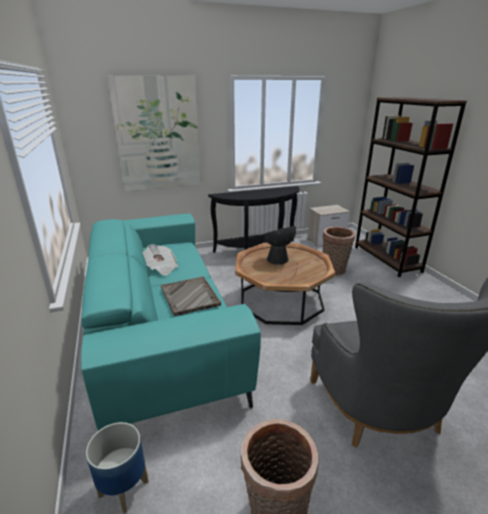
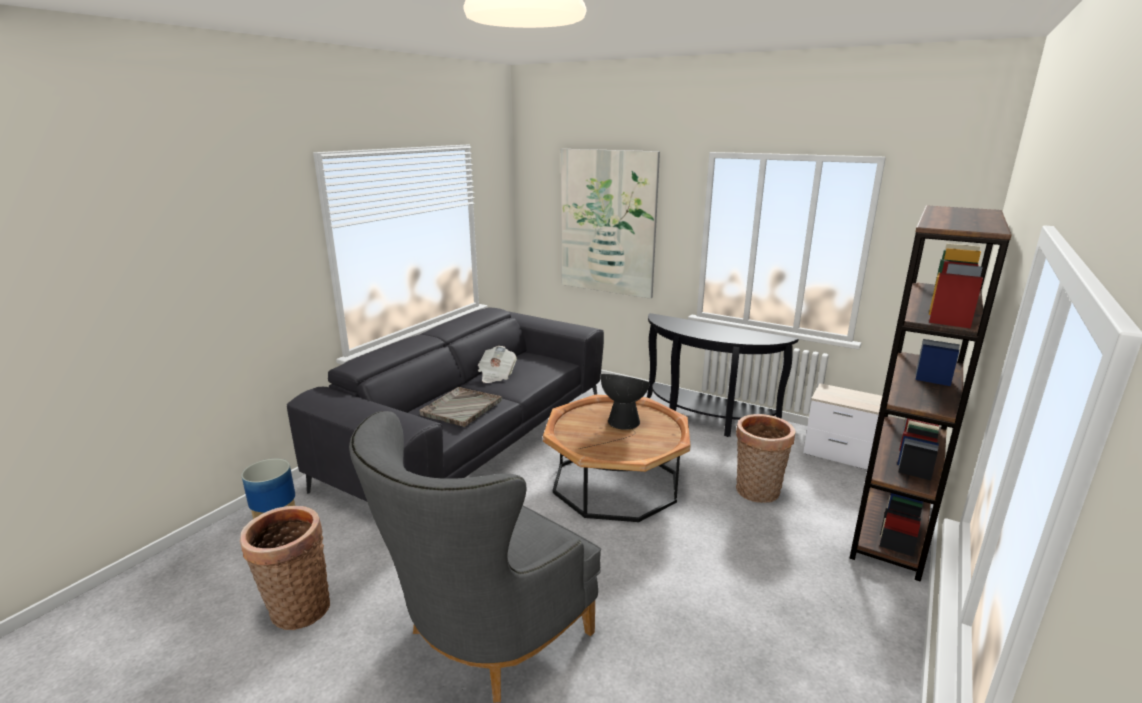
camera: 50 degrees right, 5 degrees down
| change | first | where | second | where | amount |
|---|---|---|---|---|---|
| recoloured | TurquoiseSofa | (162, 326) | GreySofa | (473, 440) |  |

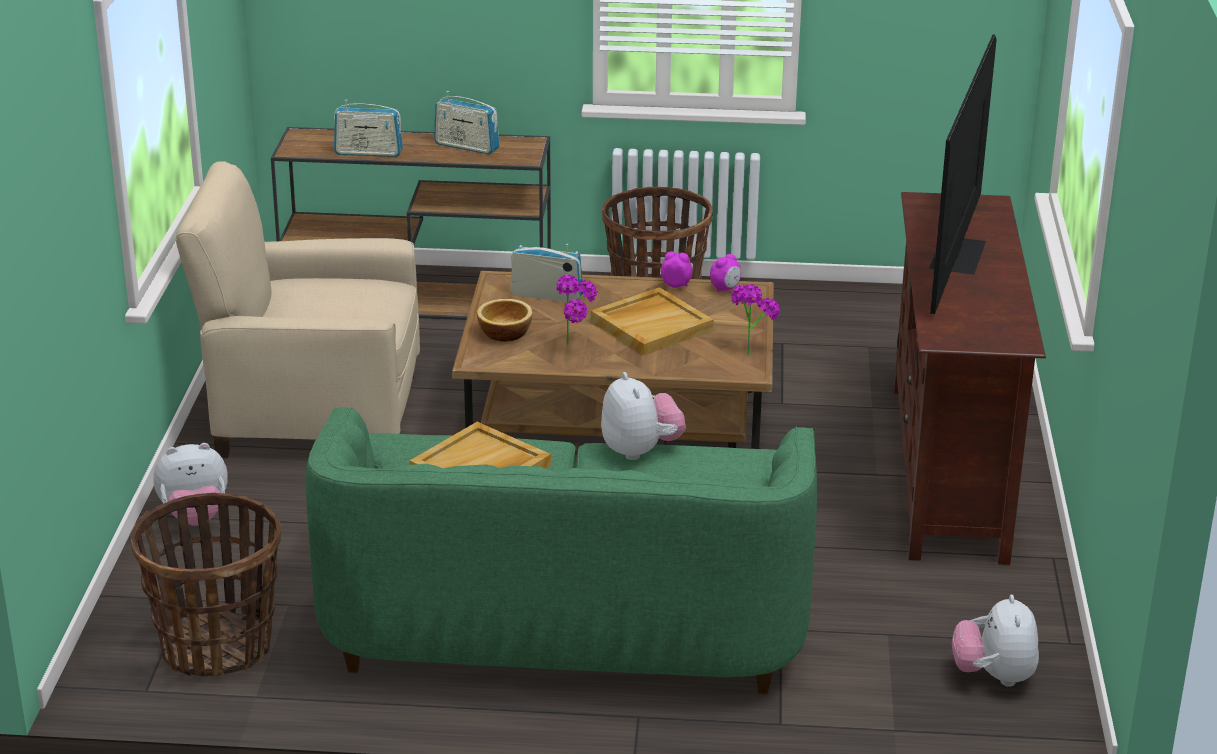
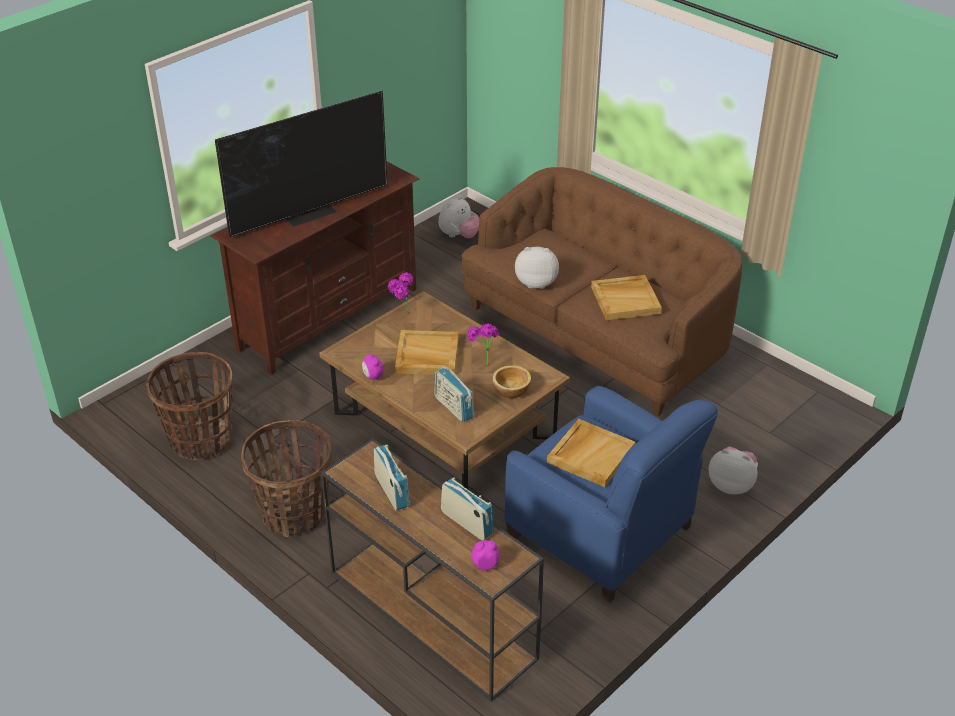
camera: 140 degrees left, 10 degrees up
| change | first | where | second | where | amount |
|---|---|---|---|---|---|
| added |  |  | BeigeTray | (590, 454) |  |
| moved | Basket | (217, 648) |  | (200, 440) |  |
| moved | AlarmClock | (725, 289) |  | (485, 564) |  |
| recoloured | BeigeArmchair | (315, 414) | BlueArmchair | (601, 533) |  |
| recoloured | GreenSofa | (565, 620) | BrownSofa | (597, 334) |  |
| turned | PlushToy | (640, 451) |  | (536, 282) | 75 degrees clockwise |

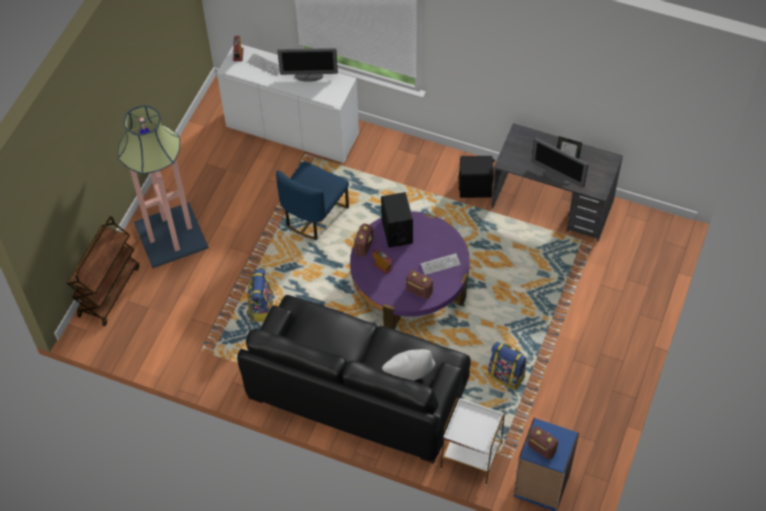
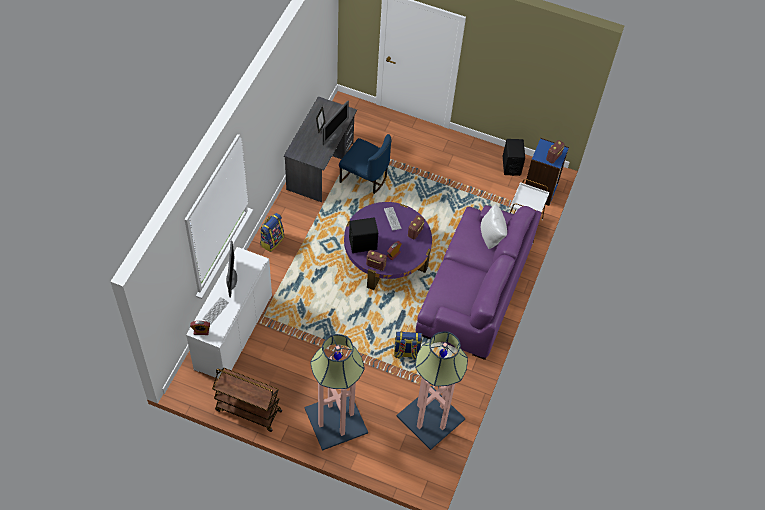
camera: 95 degrees left, 0 degrees up
| change | first | where | second | where | amount |
|---|---|---|---|---|---|
| added |  |  | FloorLamp | (430, 417) |  |
| moved | BrownCart | (109, 291) |  | (248, 410) |  |
| moved | BlueChair | (314, 215) |  | (364, 178) |  |
| moved | BlackSpeaker | (475, 188) |  | (511, 166) |  |
| moved | Backpack | (507, 375) |  | (272, 240) |  |
| recoloured | BlackSofa | (358, 389) | PurpleSofa | (474, 290) |  |

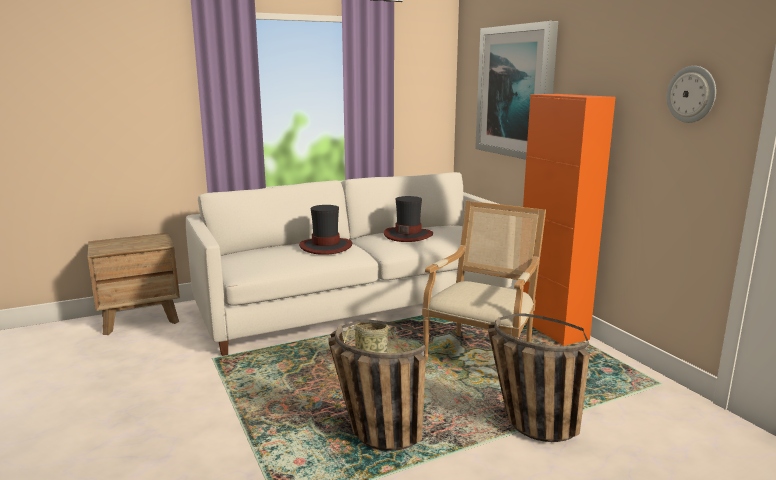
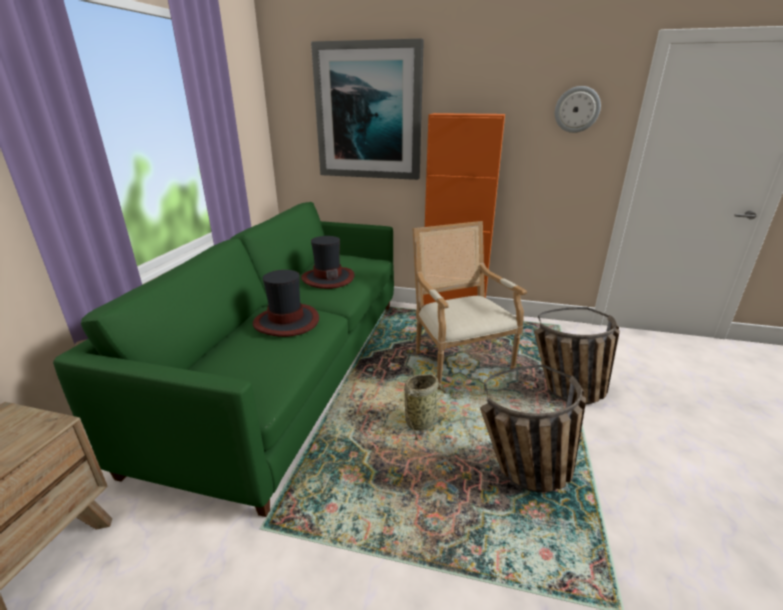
camera: 50 degrees left, 10 degrees up
| change | first | where | second | where | amount |
|---|---|---|---|---|---|
| recoloured | WhiteSofa | (356, 304) | GreenSofa | (291, 369) |  |

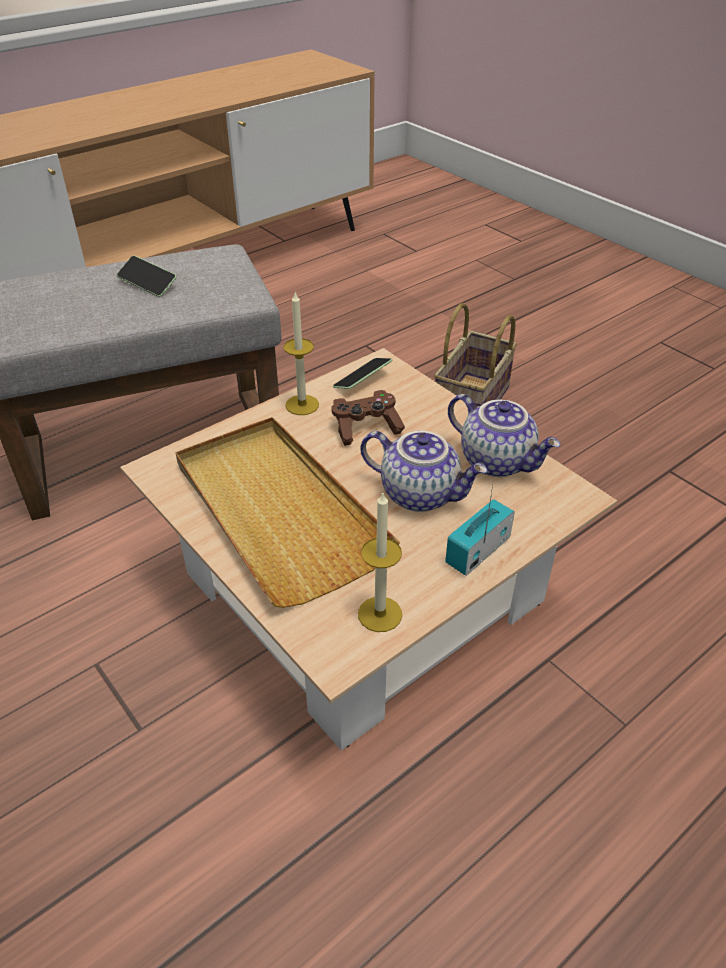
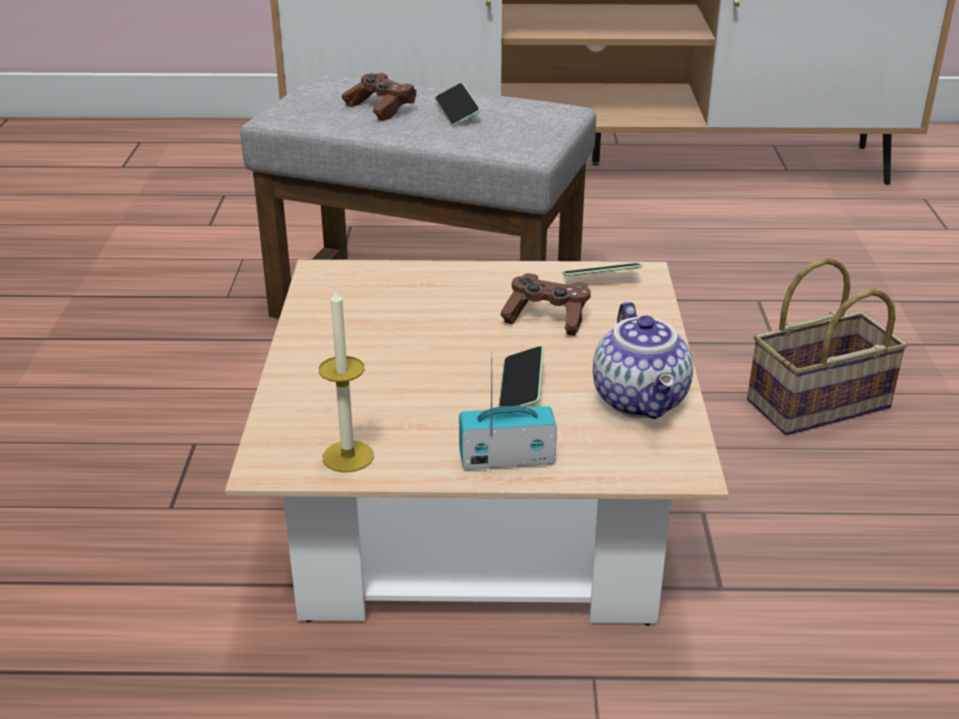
camera: 40 degrees right, 10 degrees down
| change | first | where | second | where | amount |
|---|---|---|---|---|---|
| removed | BeigeTray | (277, 511) |  |  |  |
| removed | Candle | (302, 405) |  |  |  |
| added |  |  | BrownGameController | (380, 108) |  |
| replaced | Teapot | (421, 493) | Phone | (521, 390) |  |

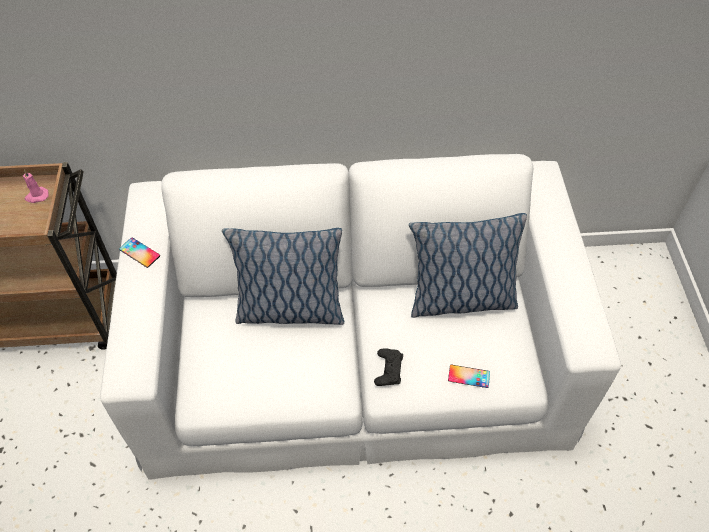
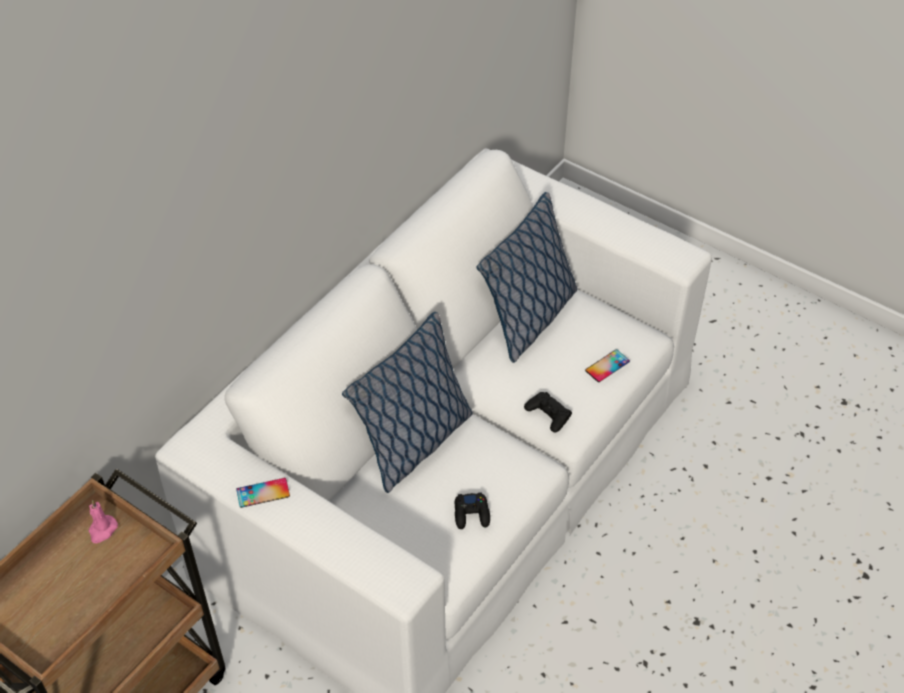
camera: 50 degrees left, 5 degrees down
| change | first | where | second | where | amount |
|---|---|---|---|---|---|
| added |  |  | BlackGameController | (472, 514) |  |

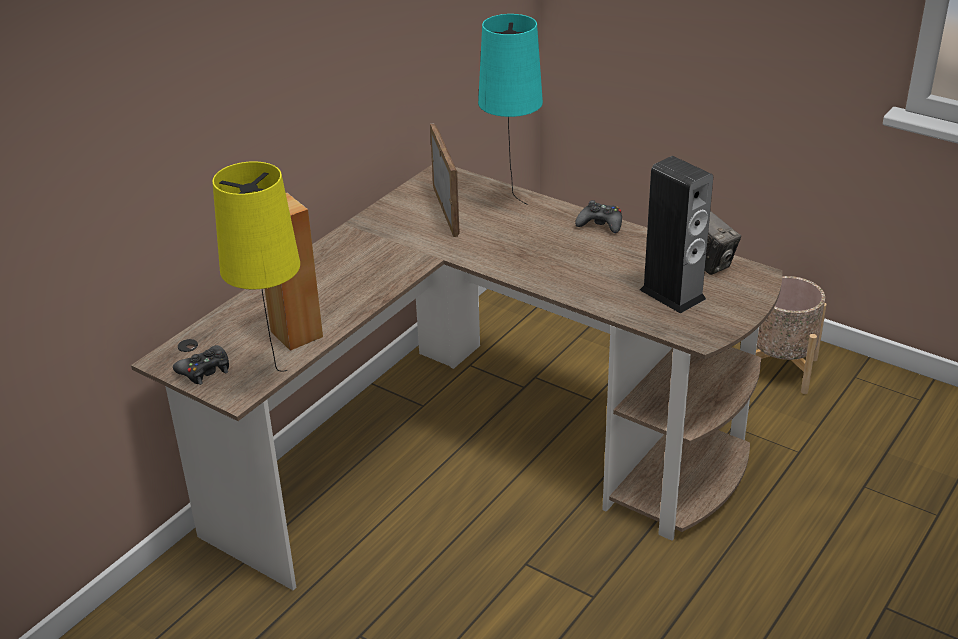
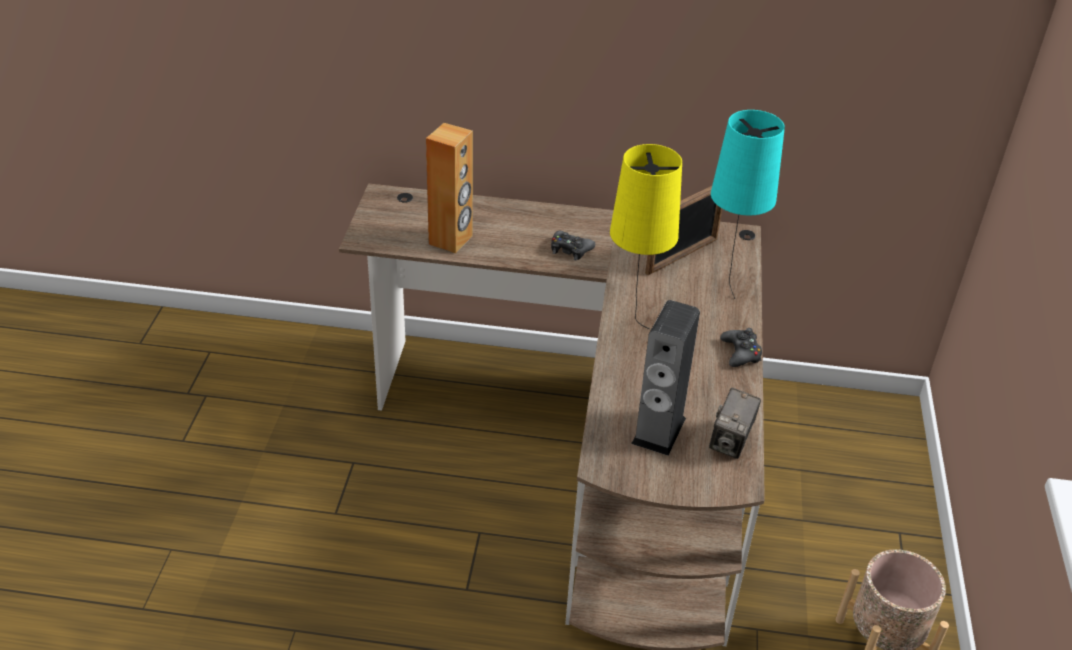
camera: 60 degrees right, 5 degrees up
| change | first | where | second | where | amount |
|---|---|---|---|---|---|
| moved | BlackGameController | (205, 371) |  | (570, 250) |  |
| moved | YellowTableLamp | (277, 382) |  | (632, 329) |  |

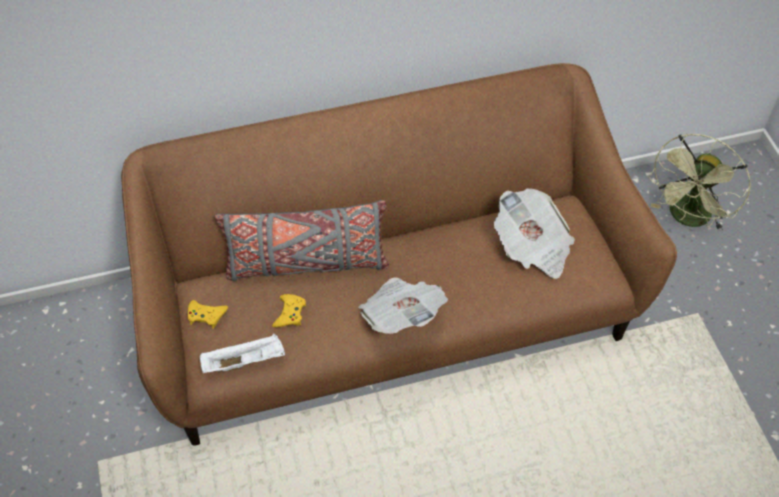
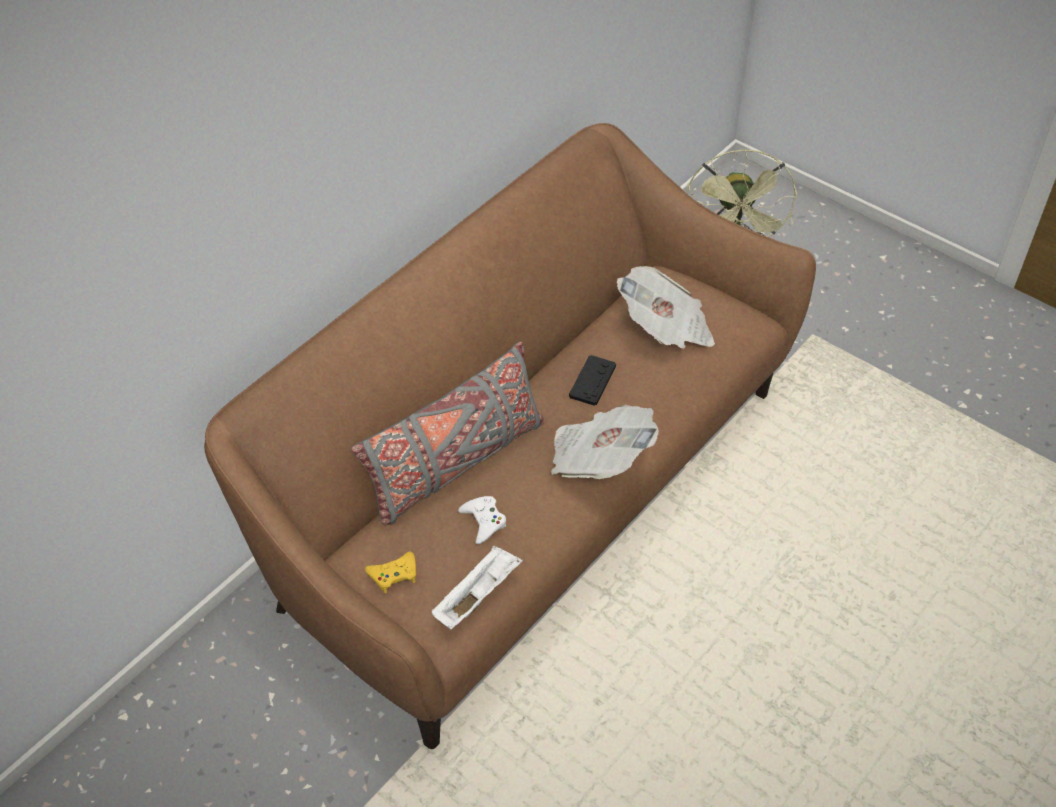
camera: 35 degrees left, 5 degrees down
| change | first | where | second | where | amount |
|---|---|---|---|---|---|
| added |  |  | BlackGameController | (592, 381) |  |
| recoloured | YellowGameController | (290, 313) | WhiteGameController | (483, 521) |  |

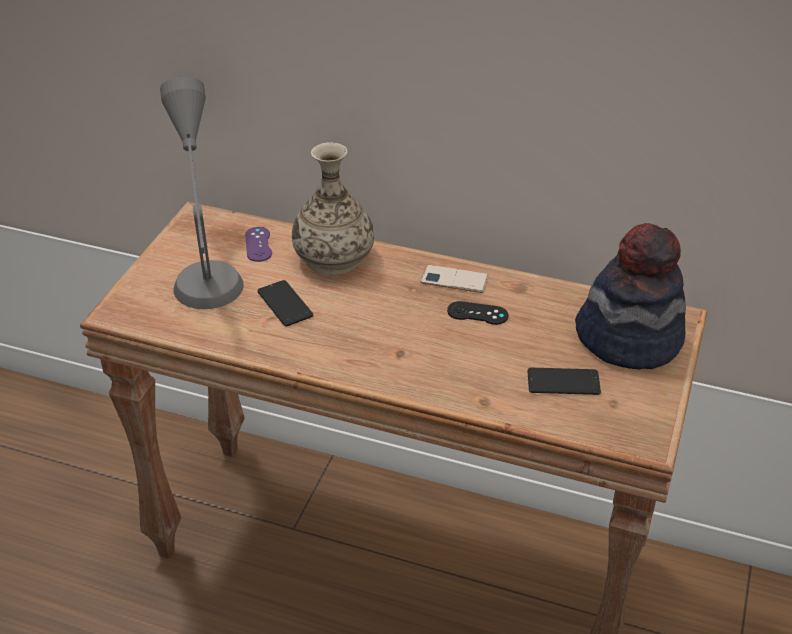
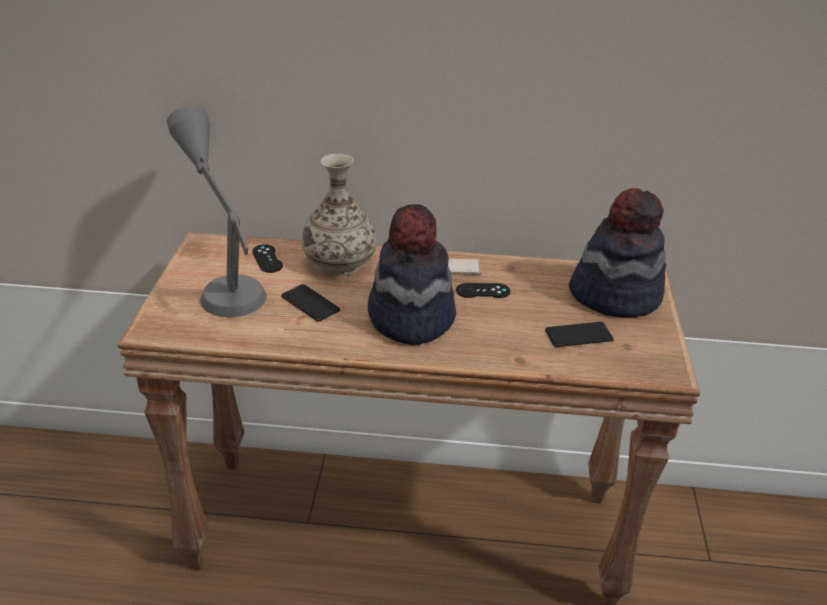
camera: 15 degrees left, 5 degrees down
| change | first | where | second | where | amount |
|---|---|---|---|---|---|
| added |  |  | Hat | (410, 317) |  |
| recoloured | PurpleGameController | (258, 244) | BlackGameController | (267, 259) |  |

